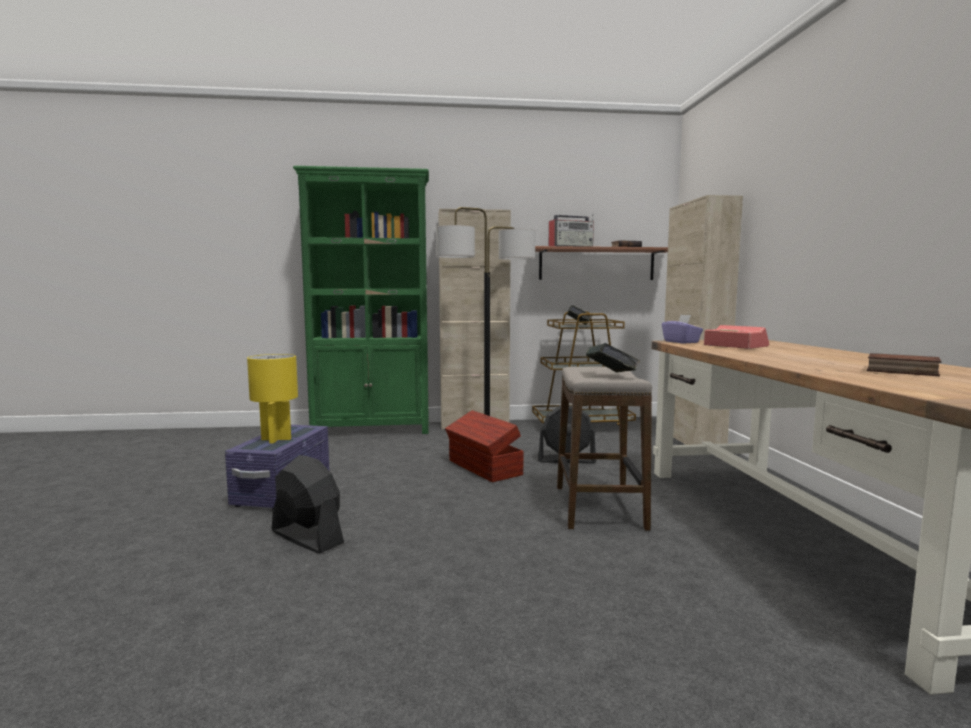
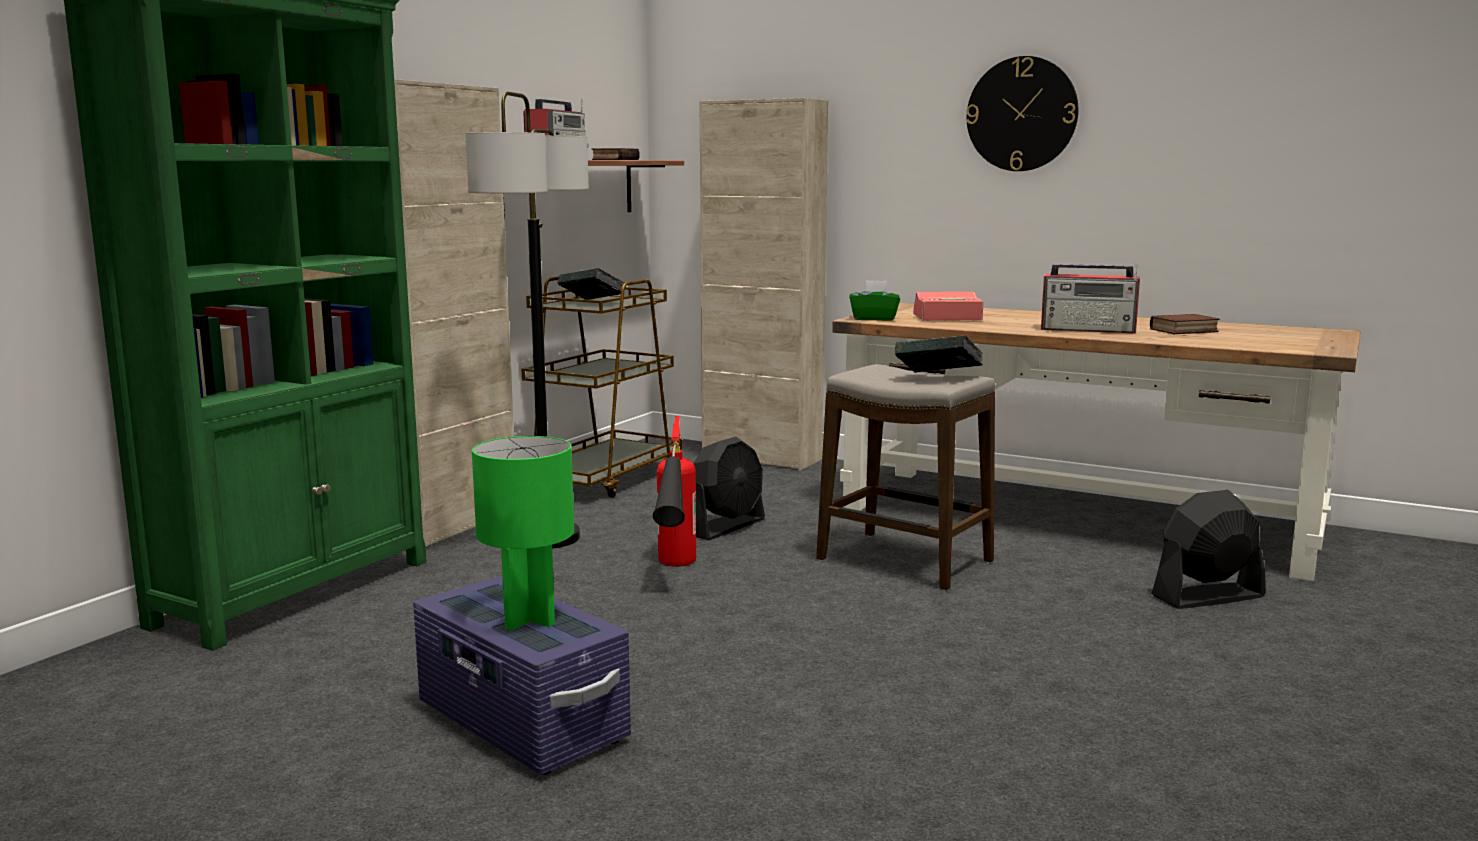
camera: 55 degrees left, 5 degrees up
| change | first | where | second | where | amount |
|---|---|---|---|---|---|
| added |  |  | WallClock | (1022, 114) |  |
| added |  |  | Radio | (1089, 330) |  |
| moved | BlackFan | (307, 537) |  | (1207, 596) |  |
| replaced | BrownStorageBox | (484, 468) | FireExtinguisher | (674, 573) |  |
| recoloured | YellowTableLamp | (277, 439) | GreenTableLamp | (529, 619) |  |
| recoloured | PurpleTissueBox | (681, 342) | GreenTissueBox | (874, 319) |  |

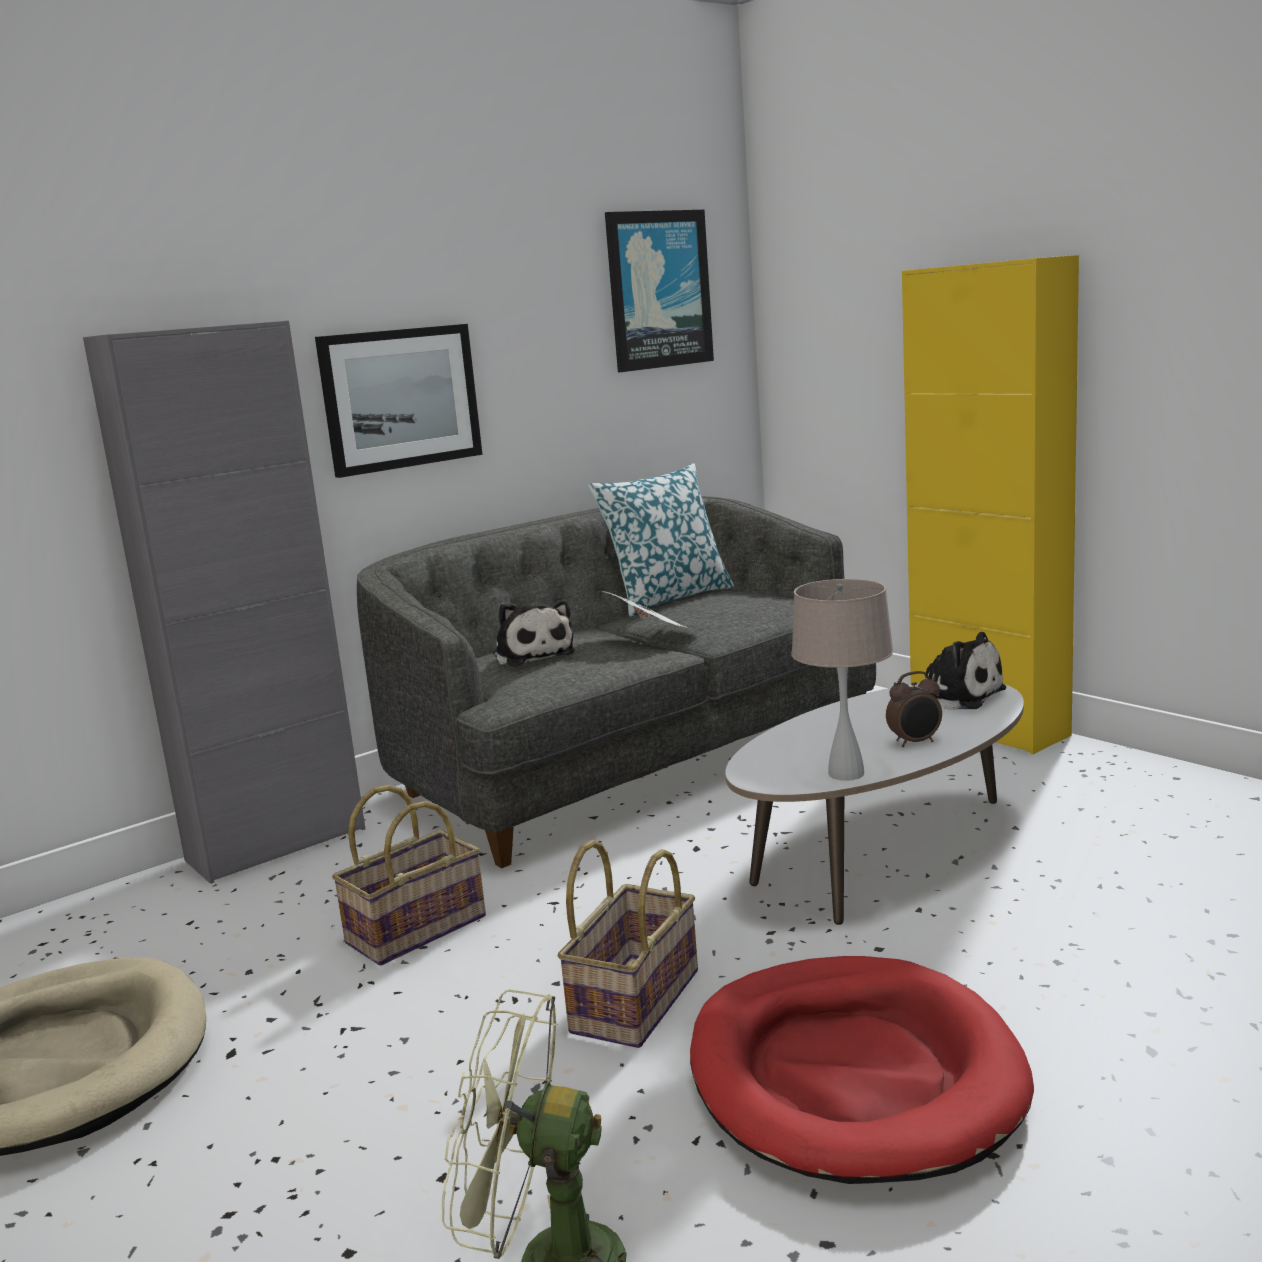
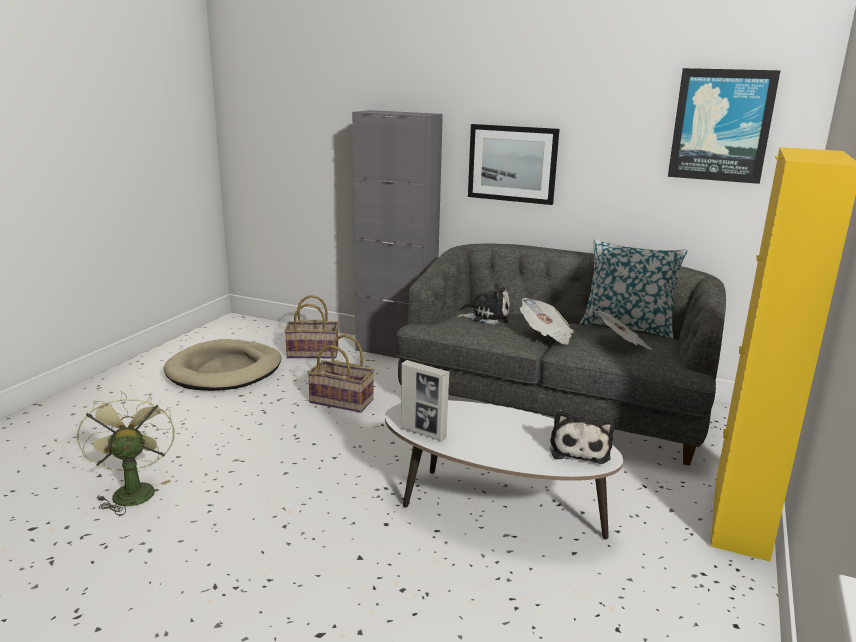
camera: 60 degrees right, 5 degrees up
| change | first | where | second | where | amount |
|---|---|---|---|---|---|
| removed | RedDogBed | (853, 1075) |  |  |  |
| removed | AlarmClock | (915, 742) |  |  |  |
| added |  |  | Newspaper | (621, 344) |  |
| moved | Basket | (633, 1000) |  | (313, 353) |  |
| replaced | BeigeTableLamp | (846, 773) | PictureFrame | (423, 433) |  |
| turned | PlushToy | (533, 654) |  | (488, 317) | 120 degrees counterclockwise |

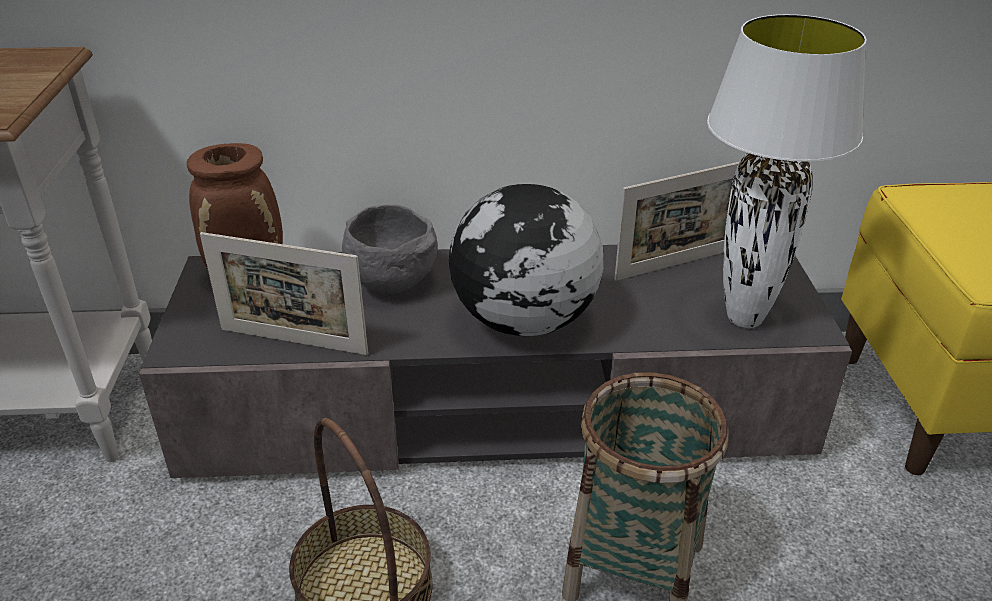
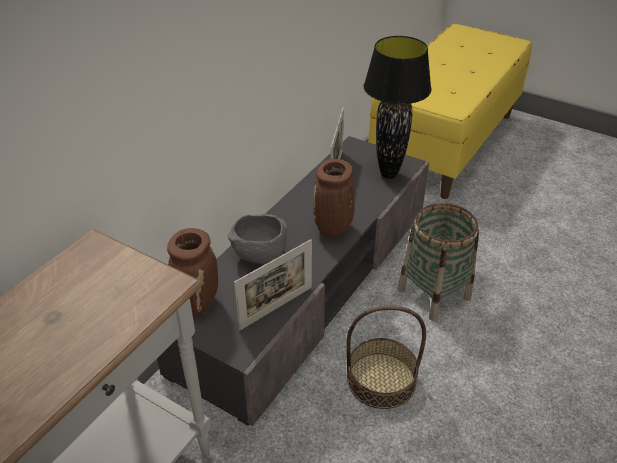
camera: 55 degrees left, 5 degrees up
| change | first | where | second | where | amount |
|---|---|---|---|---|---|
| replaced | Globe | (523, 322) | BrownVase | (333, 230) |  |
| recoloured | WhiteTableLamp | (744, 319) | BlackTableLamp | (389, 175) |  |

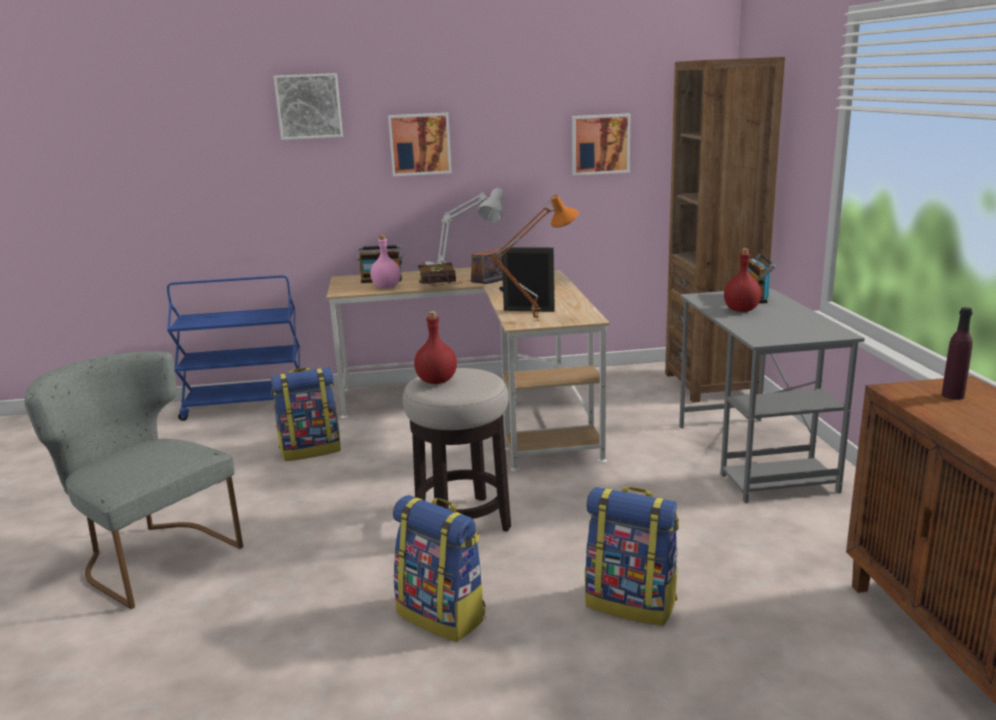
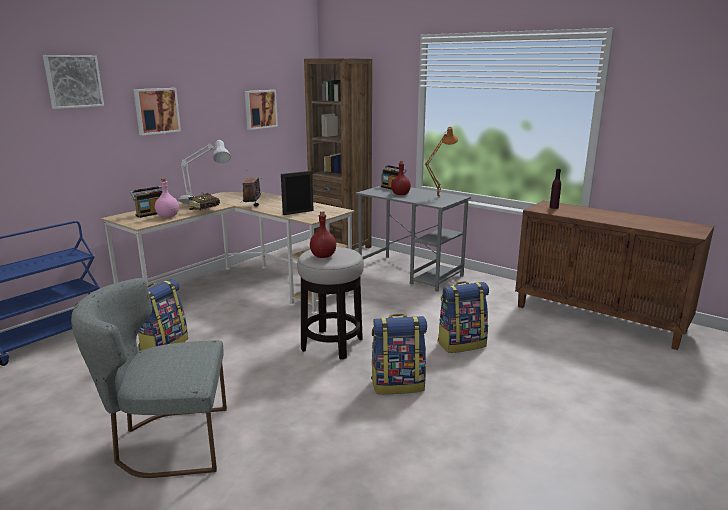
camera: 45 degrees left, 0 degrees up
| change | first | where | second | where | amount |
|---|---|---|---|---|---|
| moved | OrangeTableLamp | (536, 320) |  | (437, 197) |  |

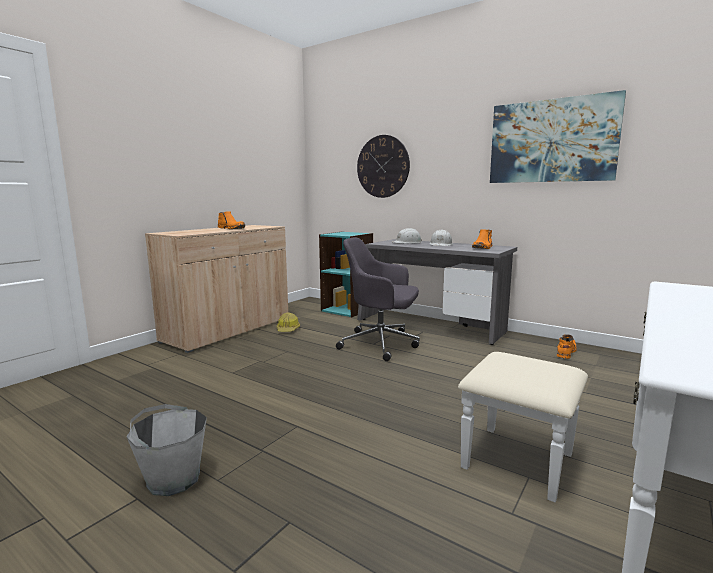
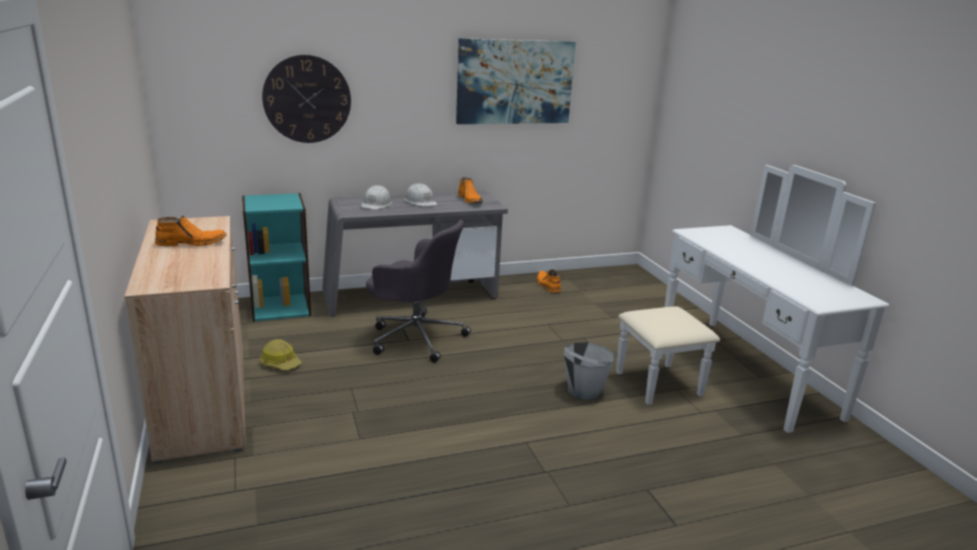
camera: 55 degrees left, 10 degrees up
| change | first | where | second | where | amount |
|---|---|---|---|---|---|
| moved | GreyBucket | (173, 479) |  | (584, 390) |  |
| turned | GreyOfficeChair | (381, 344) |  | (415, 337) | 120 degrees counterclockwise |

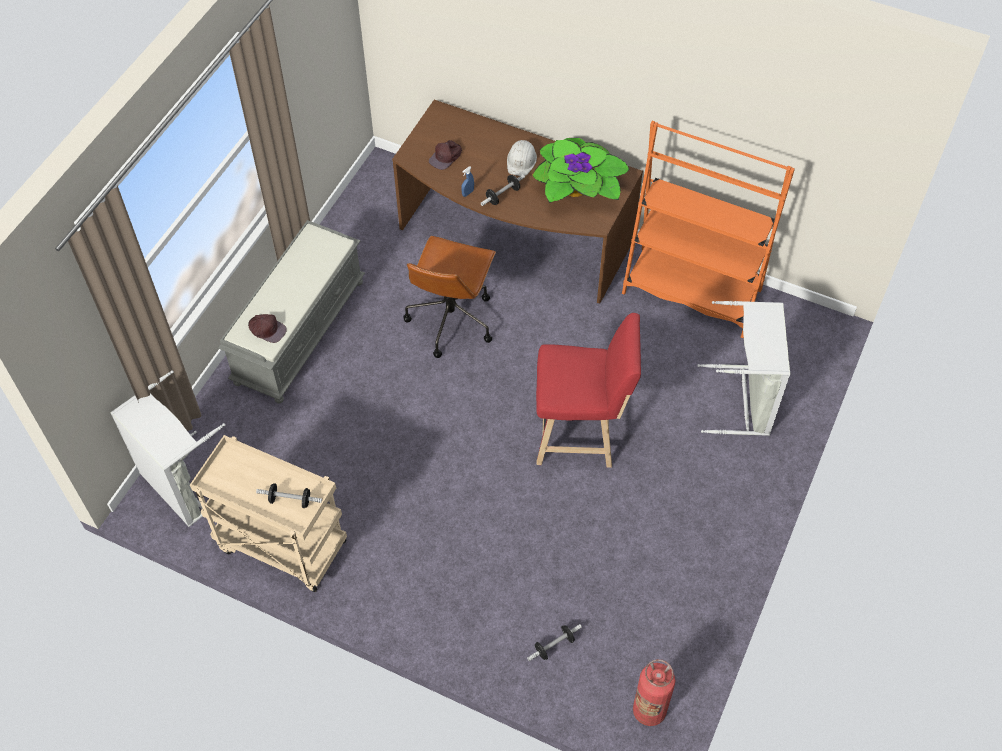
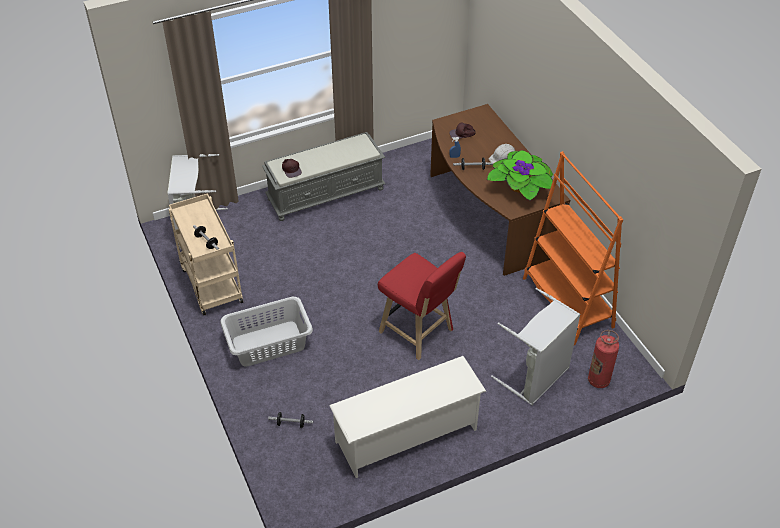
camera: 40 degrees right, 10 degrees down
| change | first | where | second | where | amount |
|---|---|---|---|---|---|
| removed | BrownOfficeChair | (451, 319) |  |  |  |
| added |  |  | GreyLaundryBasket | (268, 343) |  |
| added |  |  | WhiteShoeRack | (407, 436) |  |
| moved | FireExtinguisher | (649, 710) |  | (598, 380) |  |

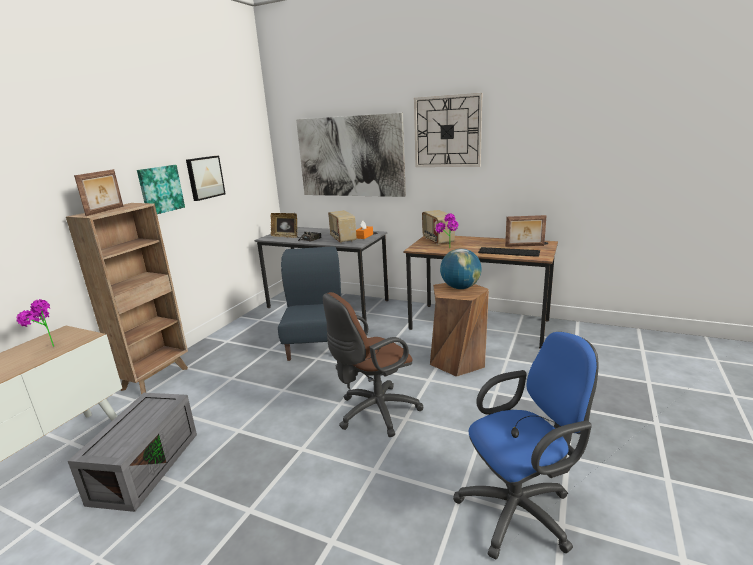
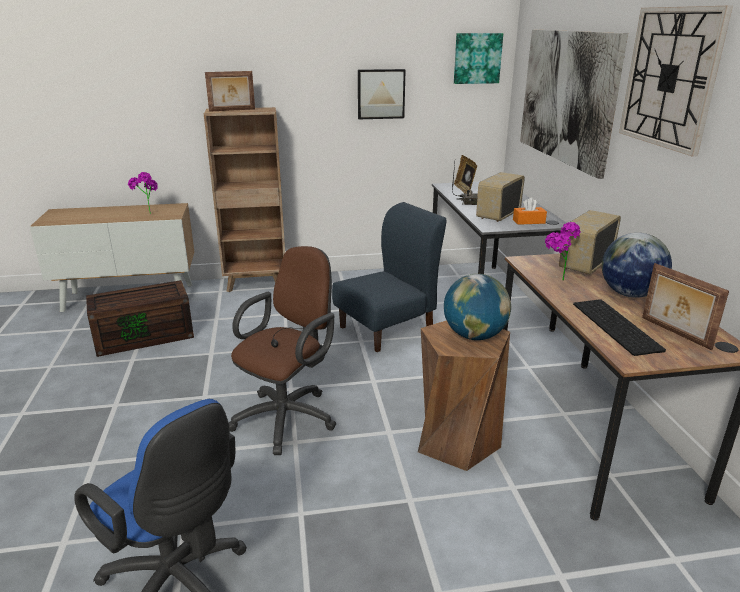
camera: 55 degrees right, 5 degrees up
| change | first | where | second | where | amount |
|---|---|---|---|---|---|
| added |  |  | Globe | (629, 294) |  |
| moved | Picture | (160, 189) |  | (477, 58) |  |
| recoloured | GreyStorageBox | (145, 465) | BrownStorageBox | (145, 335) |  |
| turned | BrownOfficeChair | (374, 413) |  | (289, 416) | 105 degrees clockwise |

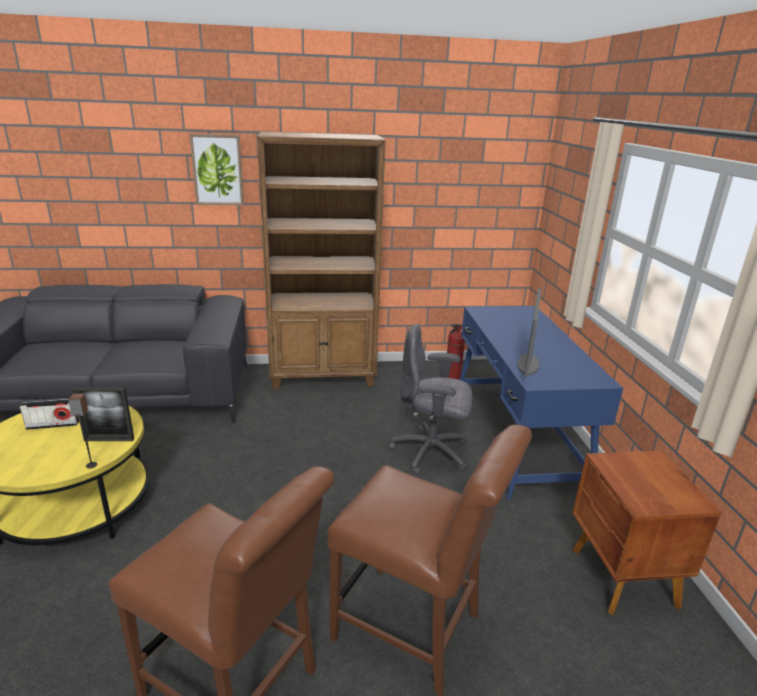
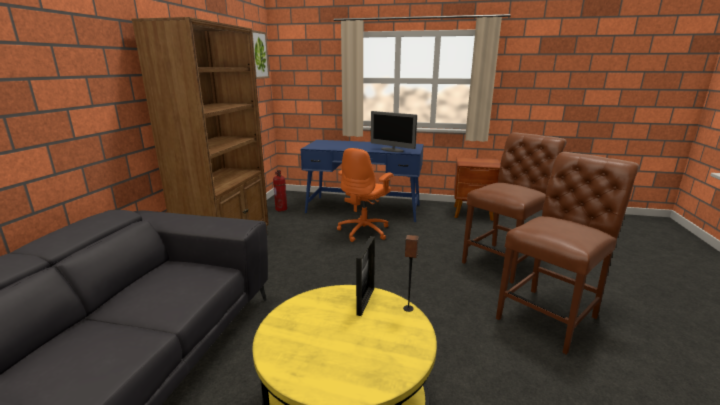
camera: 70 degrees left, 5 degrees down
| change | first | where | second | where | amount |
|---|---|---|---|---|---|
| removed | Radio | (53, 425) |  |  |  |
| moved | Picture | (217, 170) |  | (258, 55) |  |
| recoloured | GreyOfficeChair | (431, 453) | OrangeOfficeChair | (364, 231) |  |

